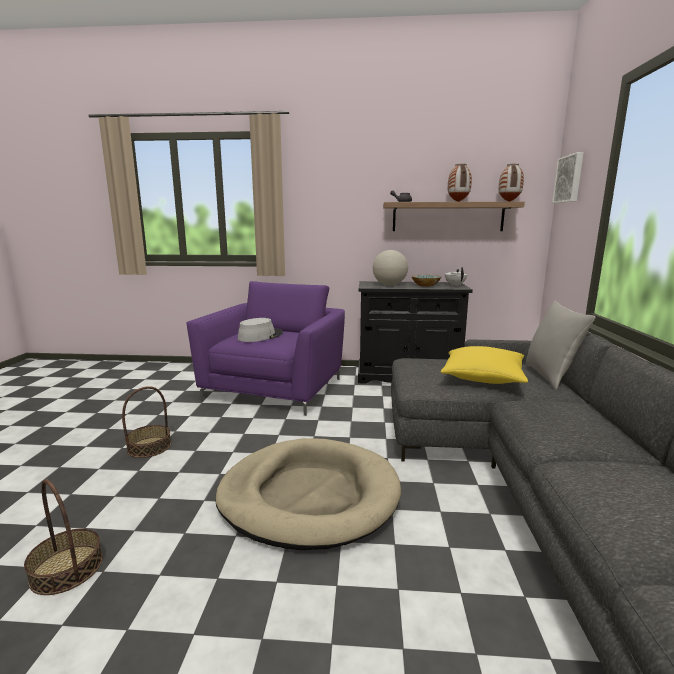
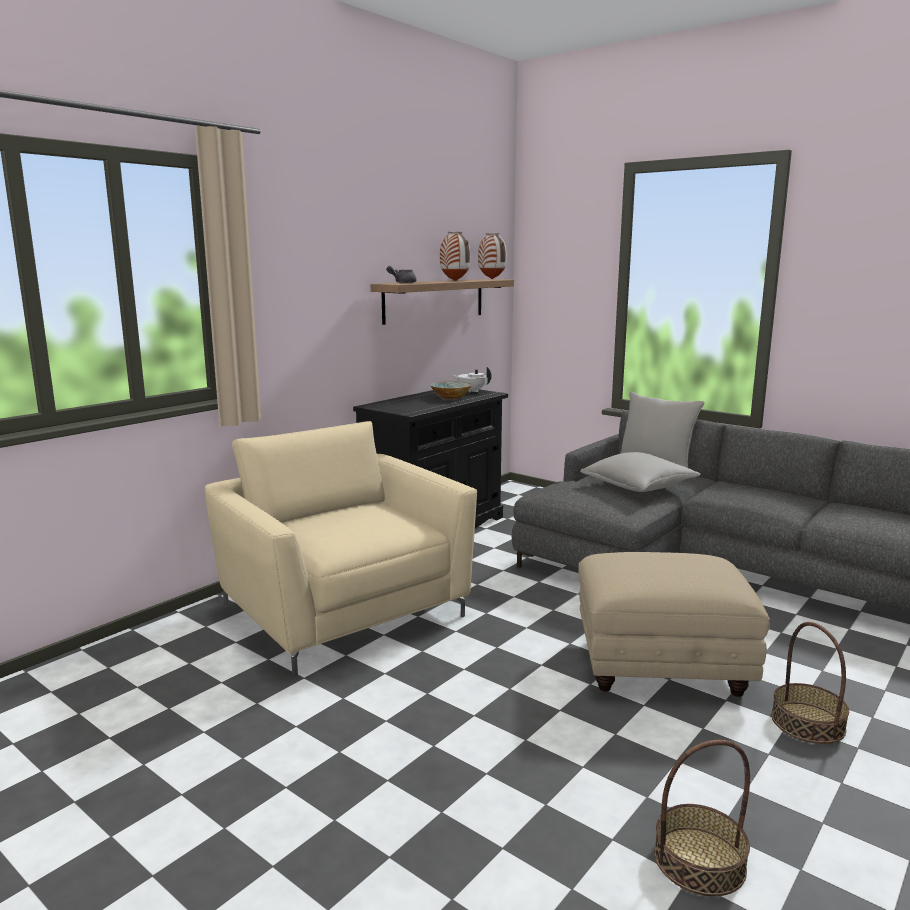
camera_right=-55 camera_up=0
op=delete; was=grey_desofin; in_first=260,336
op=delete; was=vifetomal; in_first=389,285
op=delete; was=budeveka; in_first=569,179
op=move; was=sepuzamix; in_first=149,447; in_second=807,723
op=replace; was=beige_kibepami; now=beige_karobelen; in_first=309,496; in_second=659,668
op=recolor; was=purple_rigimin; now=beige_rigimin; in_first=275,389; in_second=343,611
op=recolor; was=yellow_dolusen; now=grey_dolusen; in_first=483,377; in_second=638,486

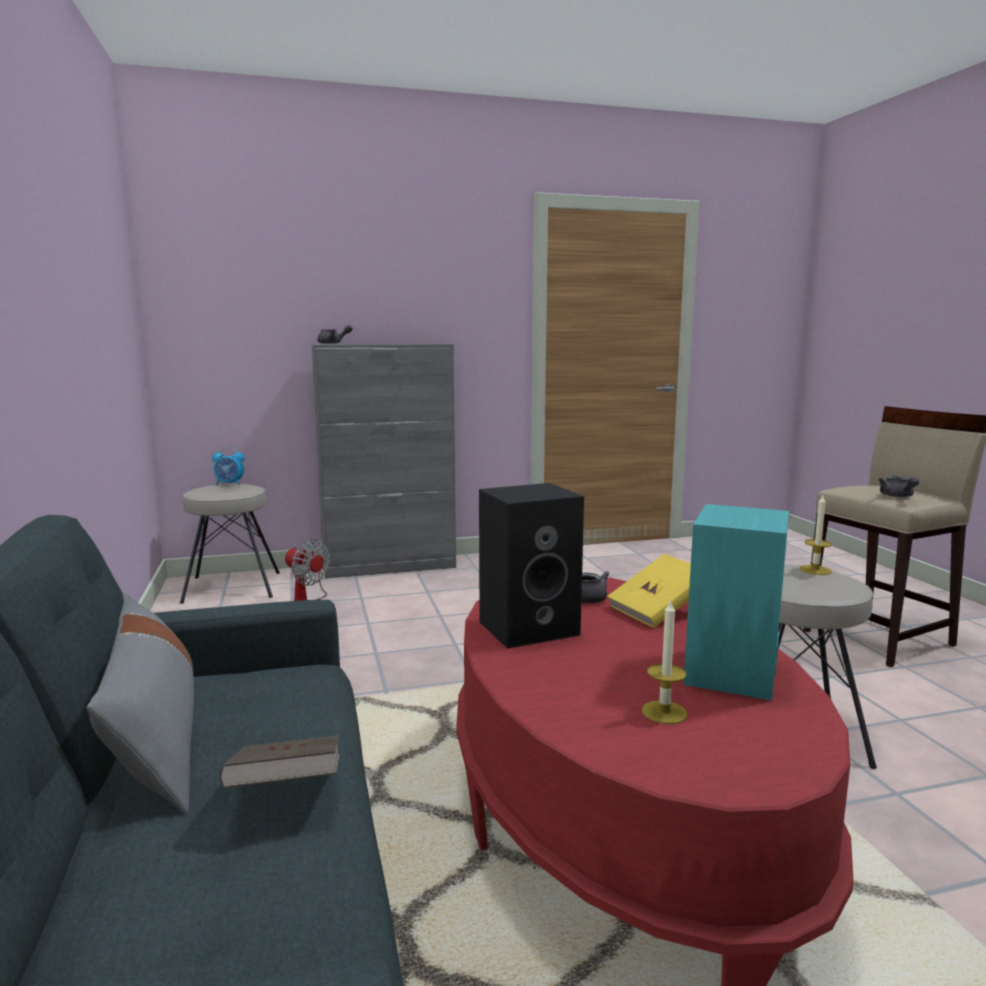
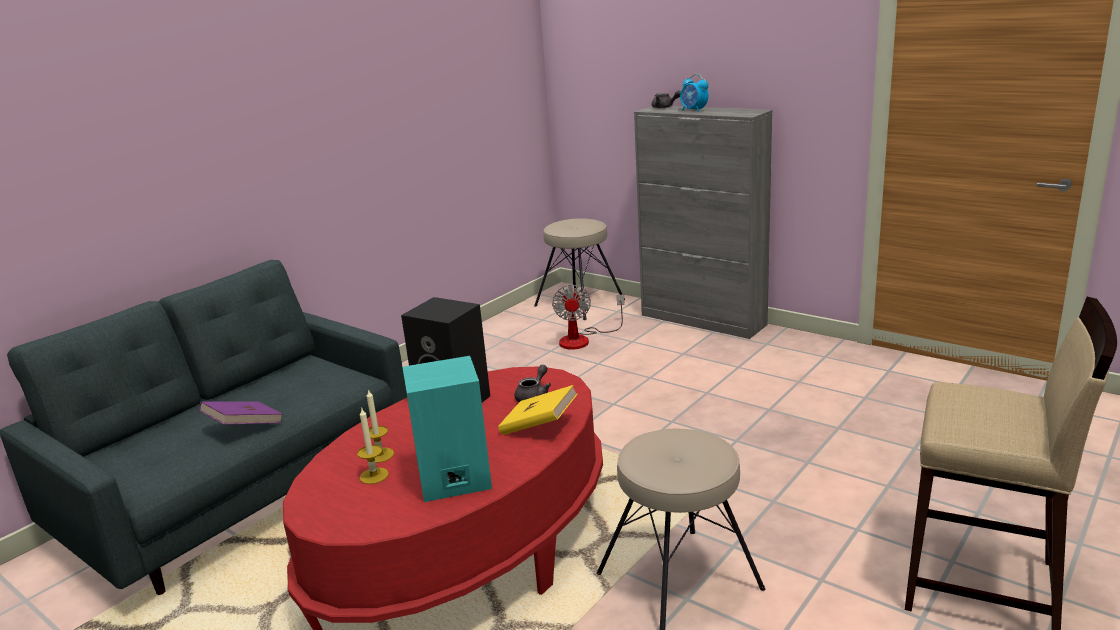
camera_right=55 camera_up=10
op=delete; was=grey_dolusen; in_first=156,740
op=delete; was=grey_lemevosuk; in_first=898,496
op=move; was=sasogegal; in_first=229,484; in_second=694,110
op=move; was=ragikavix; in_first=815,570; in_second=380,455
op=recolor; was=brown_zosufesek; now=purple_zosufesek; in_first=287,791; in_second=245,427

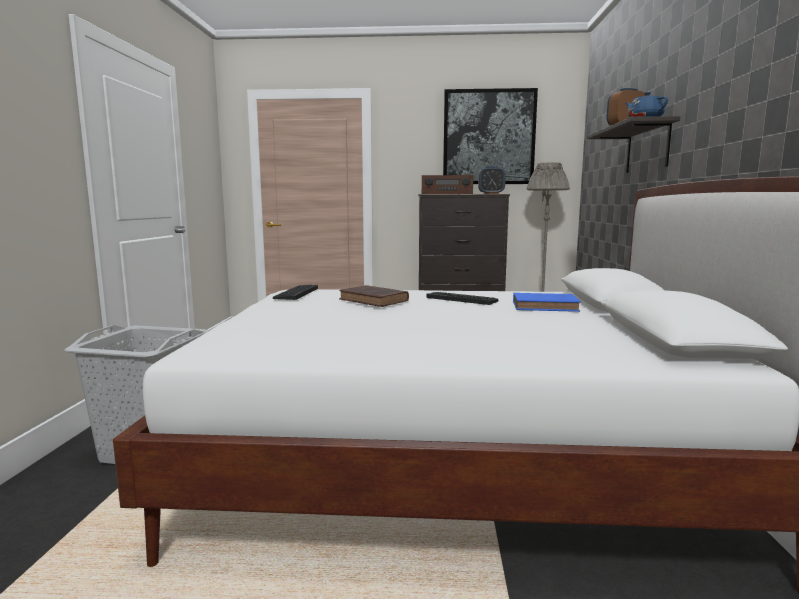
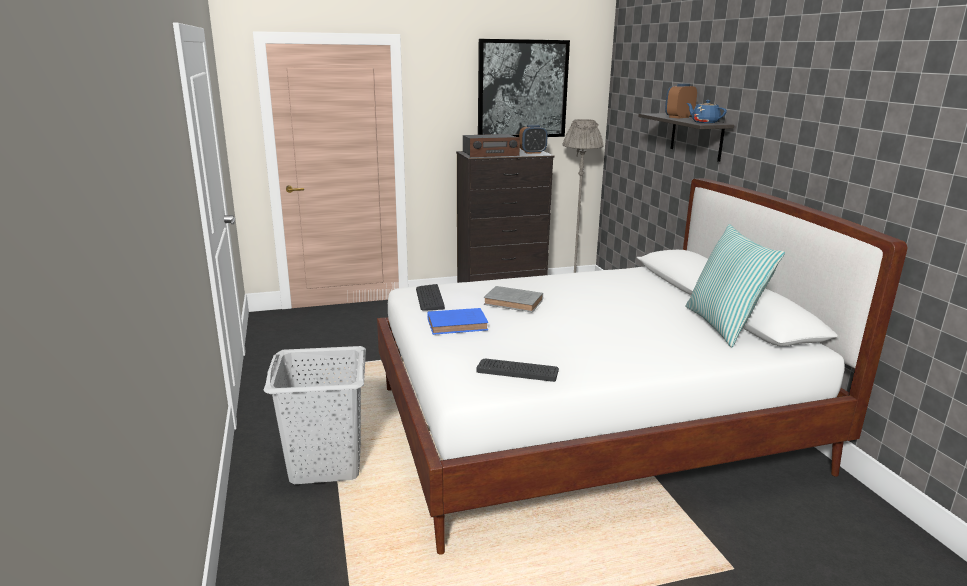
camera_right=-20 camera_up=10
op=insert; now=dolusen; in_second=723,325
op=move; was=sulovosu; in_first=462,299; in_second=517,370
op=move; was=blue_zosufesek; in_first=546,307; in_second=459,325
op=recolor; was=brown_zosufesek; now=grey_zosufesek; in_first=375,300; in_second=515,303

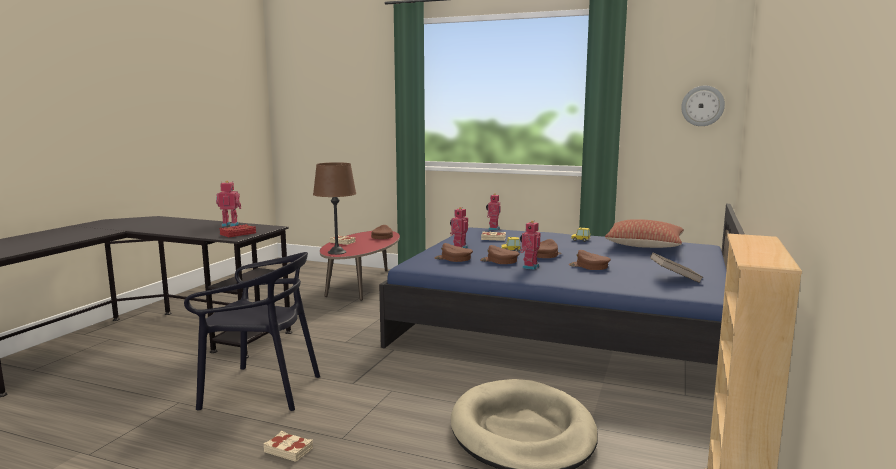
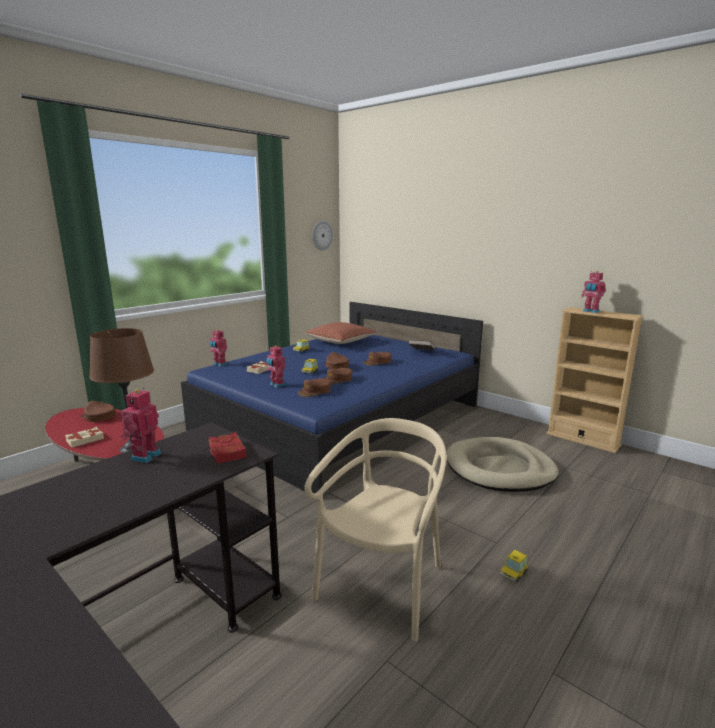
camera_right=-70 camera_up=5
op=move; was=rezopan; in_first=529,267; in_second=590,311
op=replace; was=beige_zosufesek; now=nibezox; in_first=289,450; in_second=513,573
op=recolor; was=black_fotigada; now=beige_fotigada; in_first=261,390; in_second=383,585

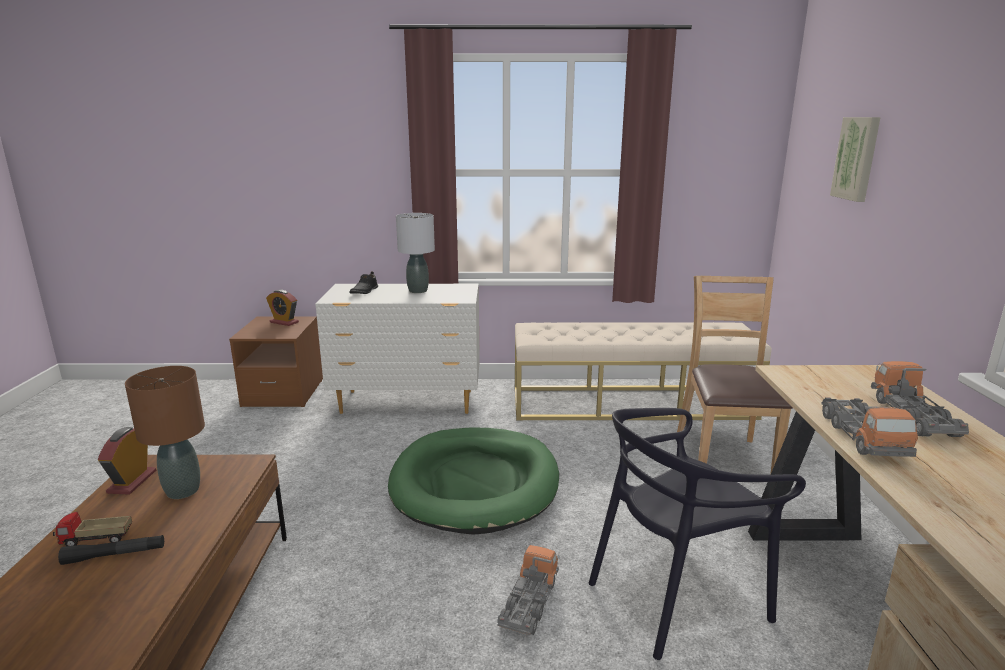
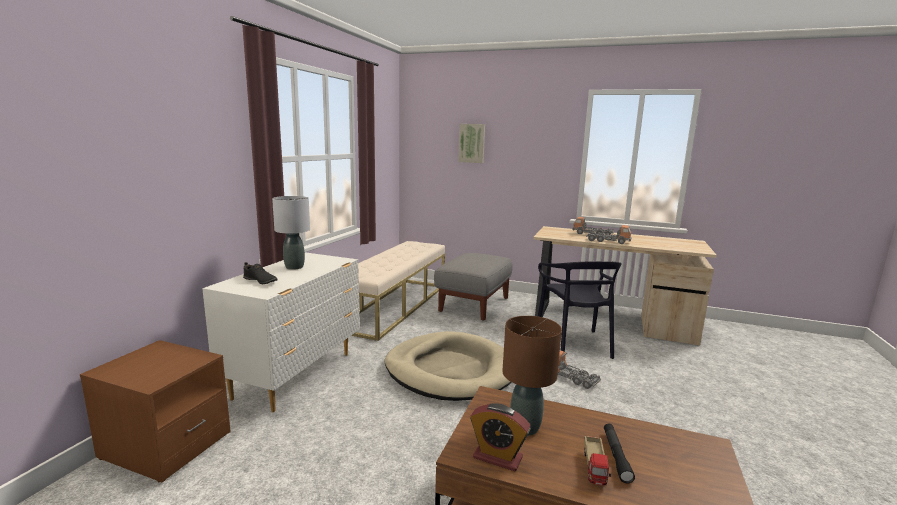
camera_right=-70 camera_up=-5
op=delete; was=sasogegal; in_first=284,322
op=replace; was=brown_fotigada; now=grey_karobelen; in_first=724,459; in_second=474,304
op=recolor; was=green_kibepami; now=beige_kibepami; in_first=475,483; in_second=450,370

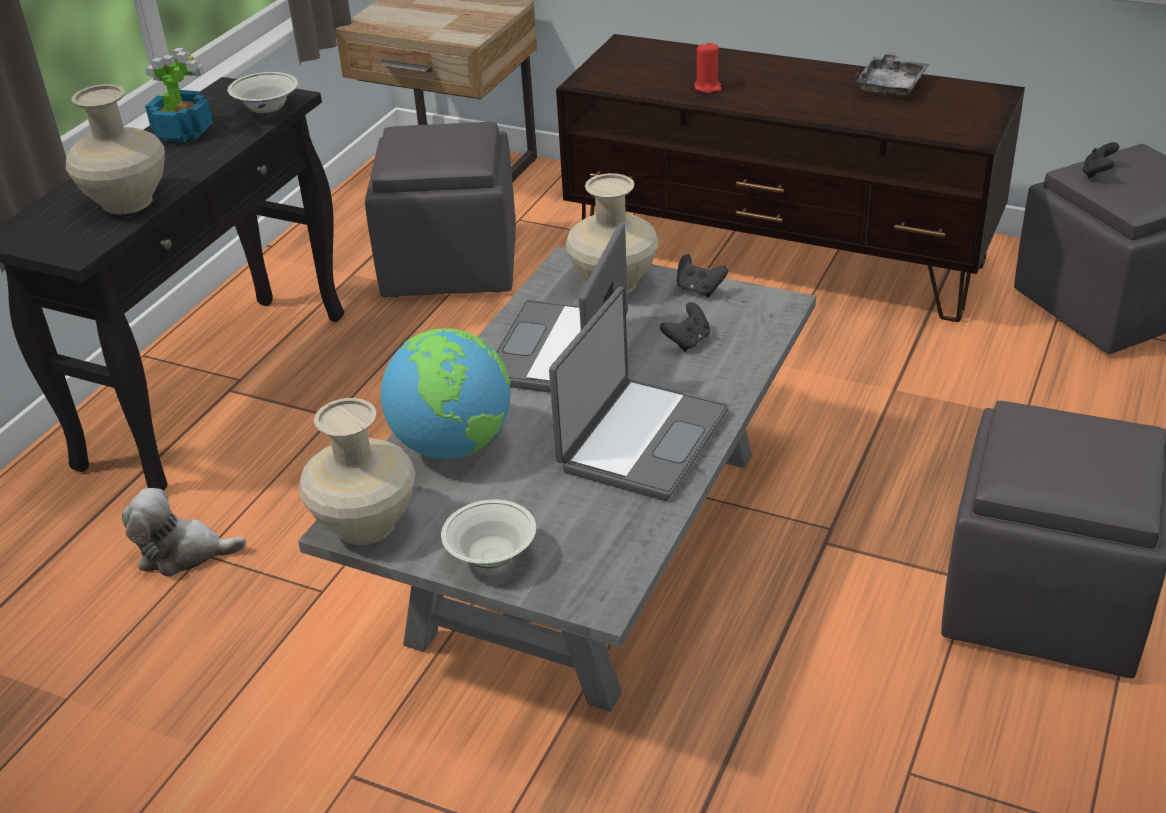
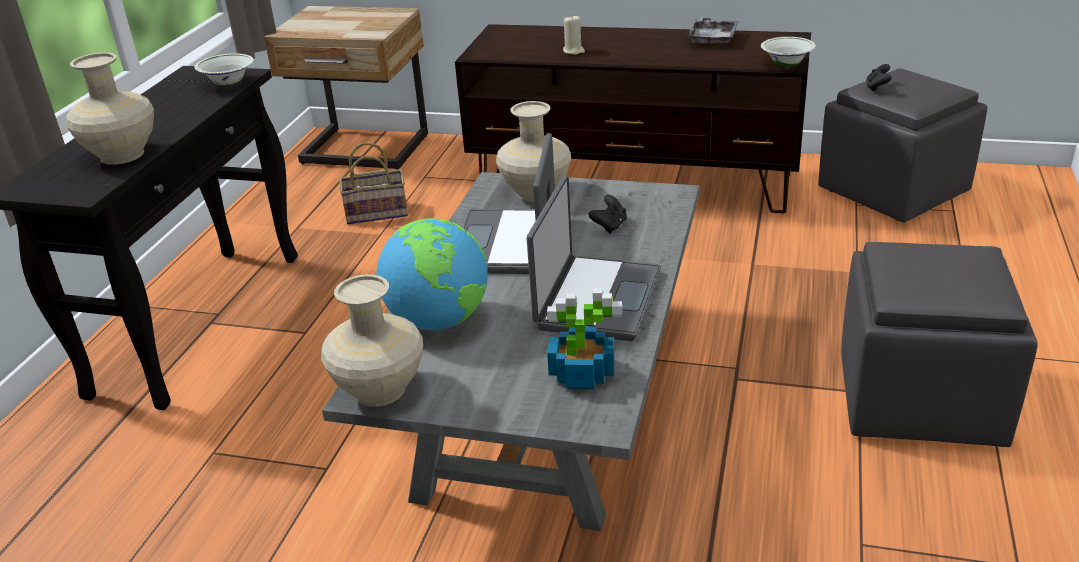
camera_right=-10 camera_up=-5
op=delete; was=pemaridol; in_first=183,553
op=delete; was=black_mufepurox; in_first=699,290
op=move; was=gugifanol; in_first=183,131; in_second=581,374
op=move; was=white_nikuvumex; in_first=492,557; in_second=786,65
op=replace; was=grey_karobelen; now=sepuzamix; in_first=452,264; in_second=378,212
op=recolor; was=red_ragikavix; now=beige_ragikavix; in_first=708,87; in_second=573,51

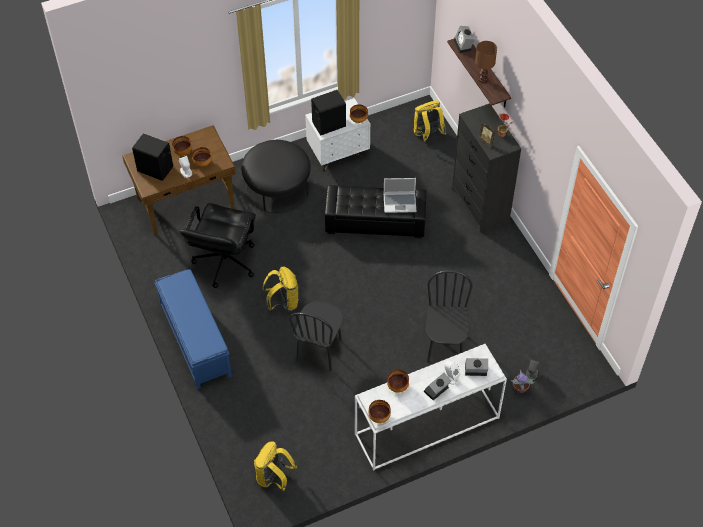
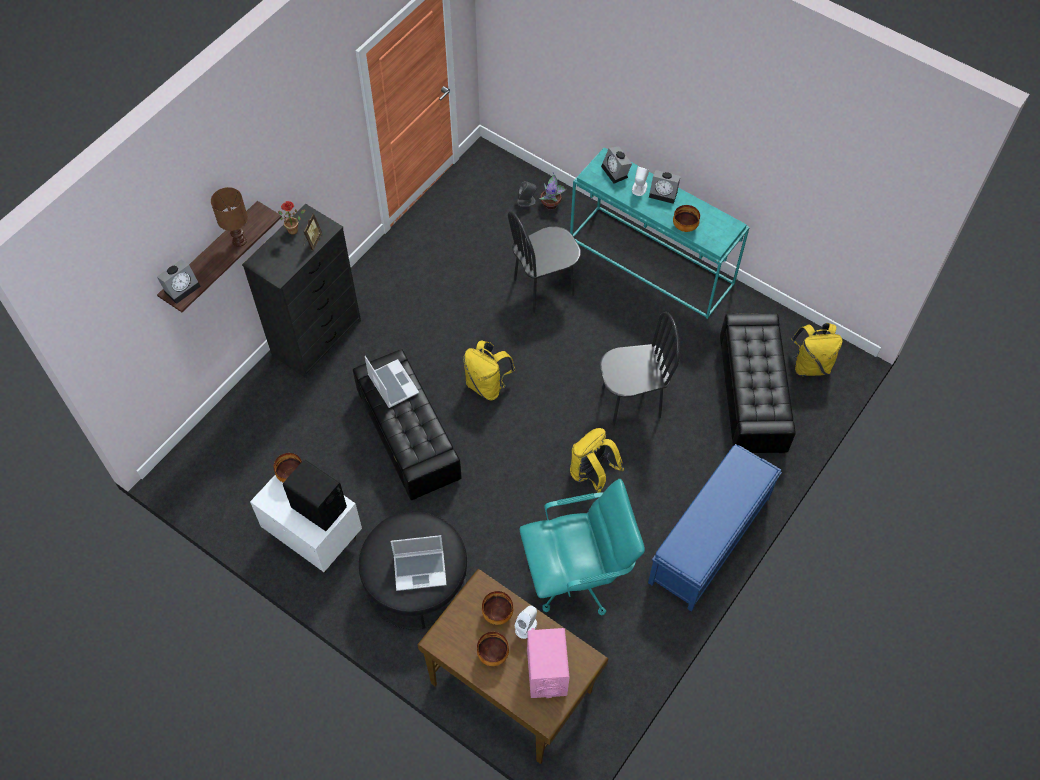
camera_right=-120 camera_up=5
op=delete; was=nikuvumex; in_first=379,417
op=insert; now=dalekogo; in_second=420,570
op=insert; now=black_karobelen; in_second=752,395
op=move; was=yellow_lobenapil; in_first=427,134; in_second=487,385
op=recolor; was=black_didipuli; now=pink_didipuli; in_first=155,169; in_second=546,672
op=recolor; was=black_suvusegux; now=turquoise_suvusegux; in_first=224,262; in_second=577,576
op=recolor; was=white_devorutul; now=turquoise_devorutul; in_first=426,427; in_second=652,261

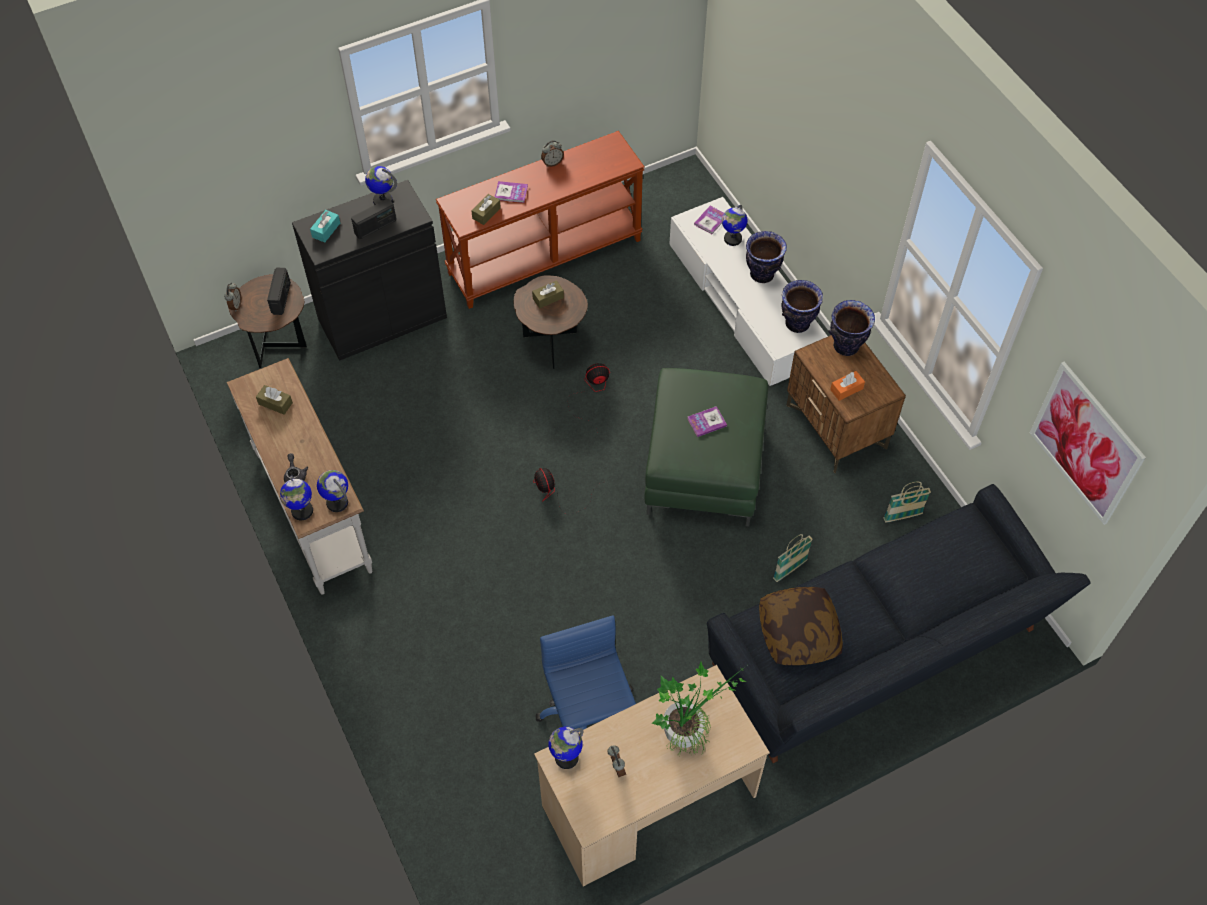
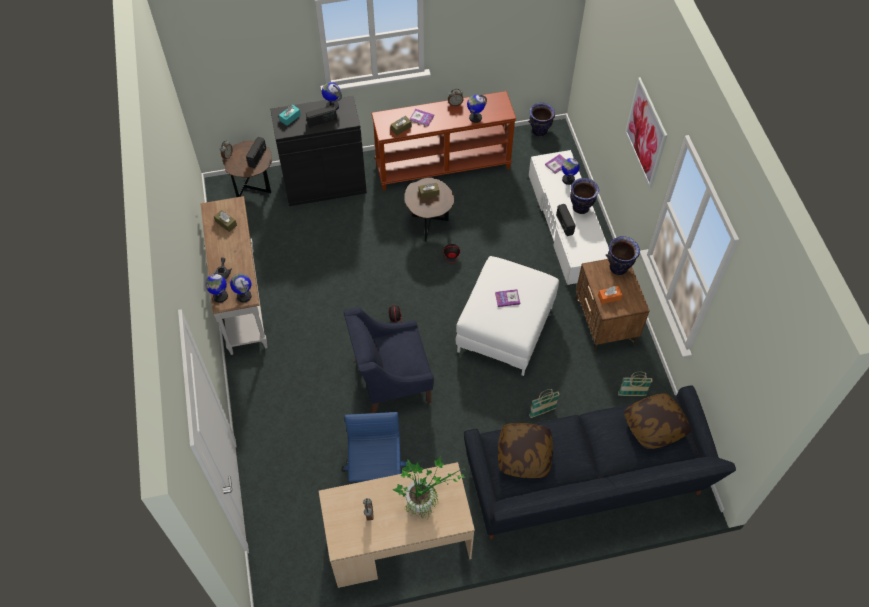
camera_right=15 camera_up=0
op=insert; now=blue_rigimin; in_second=391,381
op=insert; now=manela; in_second=564,224
op=insert; now=dolusen; in_second=654,426
op=move; was=vifetomal; in_first=566,757; in_second=475,118
op=move; was=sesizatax; in_first=797,323; in_second=539,131
op=move; was=budeveka; in_first=1085,443; in_second=646,133
op=recolor; was=green_karobelen; now=white_karobelen; in_first=704,467; in_second=505,329

